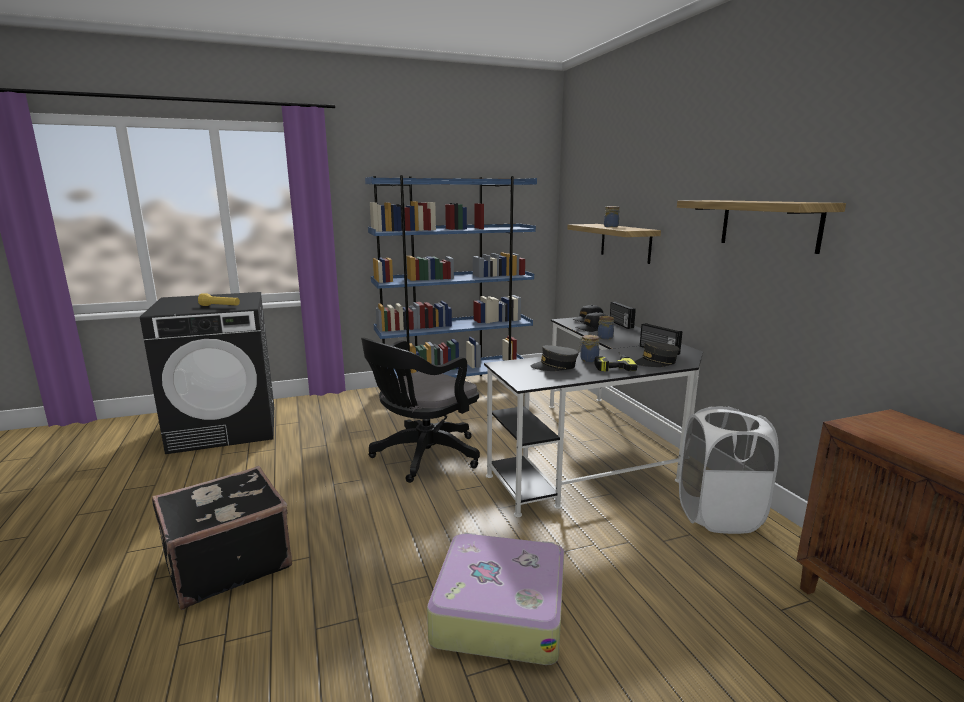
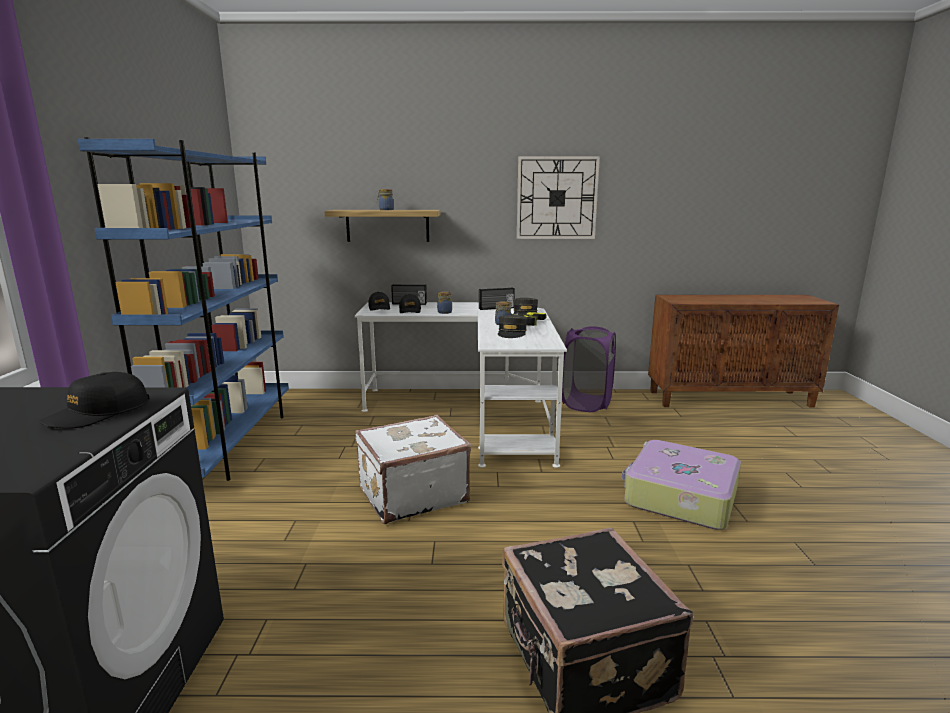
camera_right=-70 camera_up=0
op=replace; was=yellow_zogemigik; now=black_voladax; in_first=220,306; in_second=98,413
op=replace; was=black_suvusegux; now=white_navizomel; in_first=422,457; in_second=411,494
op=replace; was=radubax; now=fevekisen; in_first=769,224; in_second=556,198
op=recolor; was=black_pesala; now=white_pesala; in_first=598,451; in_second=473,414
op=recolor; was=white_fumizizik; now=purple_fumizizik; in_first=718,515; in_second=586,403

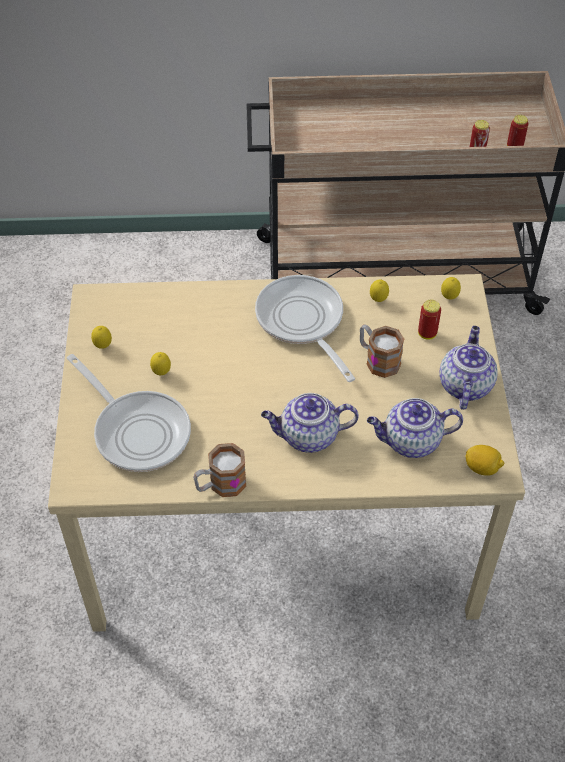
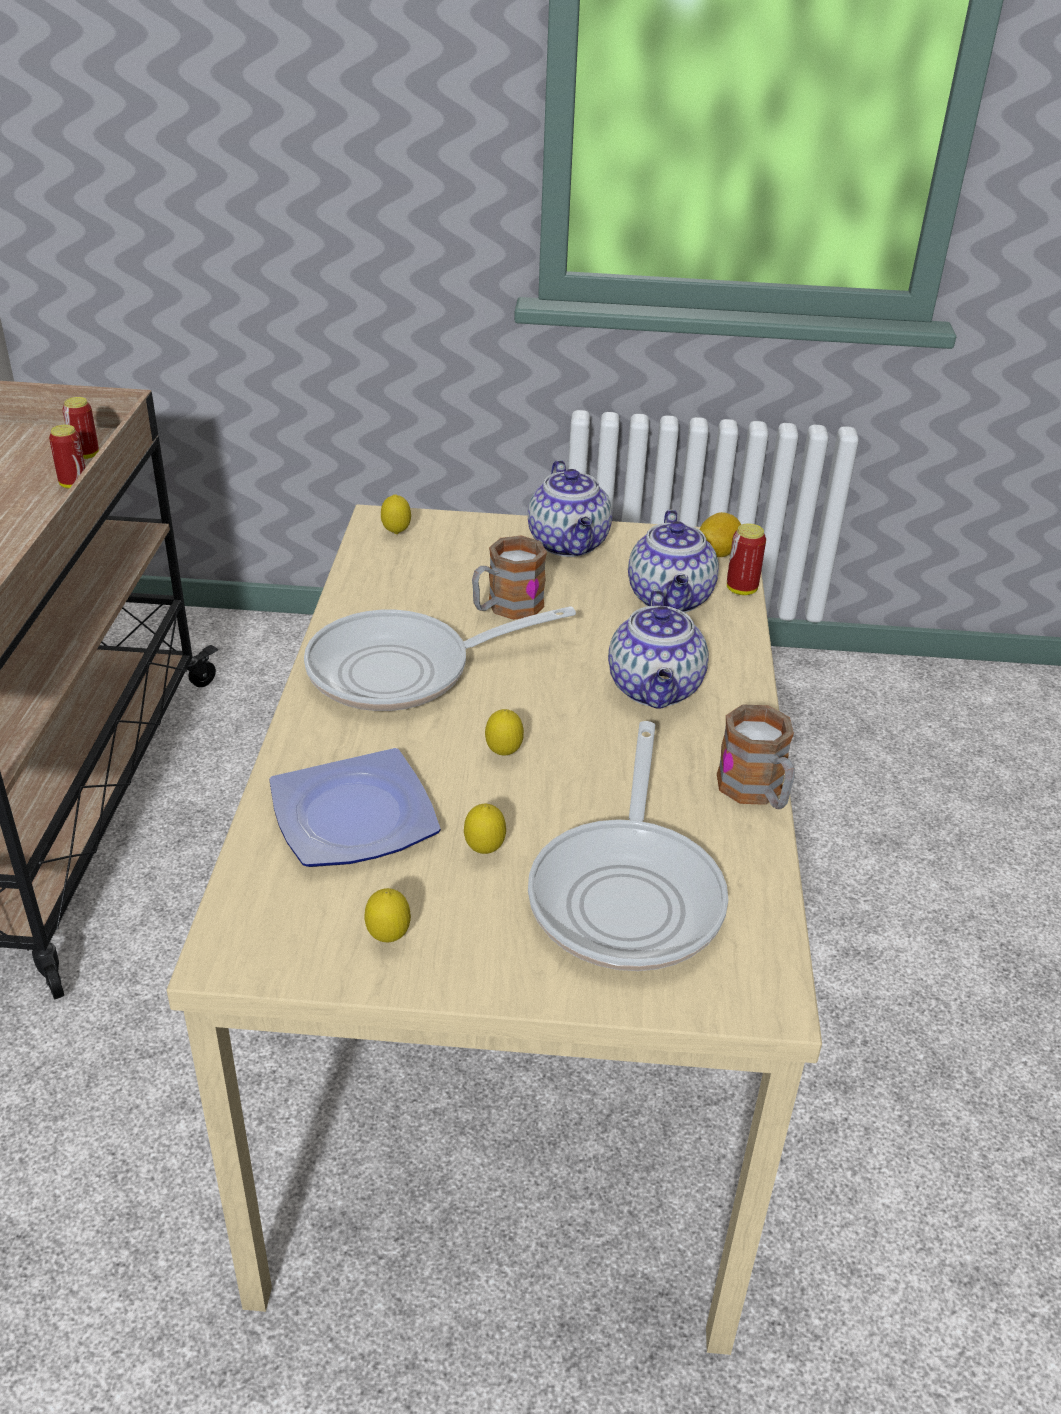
camera_right=-85 camera_up=-15
op=insert; now=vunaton; in_second=357,818
op=move; was=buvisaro; in_first=378,300; in_second=503,754
op=move; was=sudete; in_first=427,333; in_second=741,590
op=rotate; was=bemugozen; in_first=138,430; in_second=629,893; clockwise=135
op=rotate; was=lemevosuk; in_first=464,385; in_second=569,545; clockwise=-120

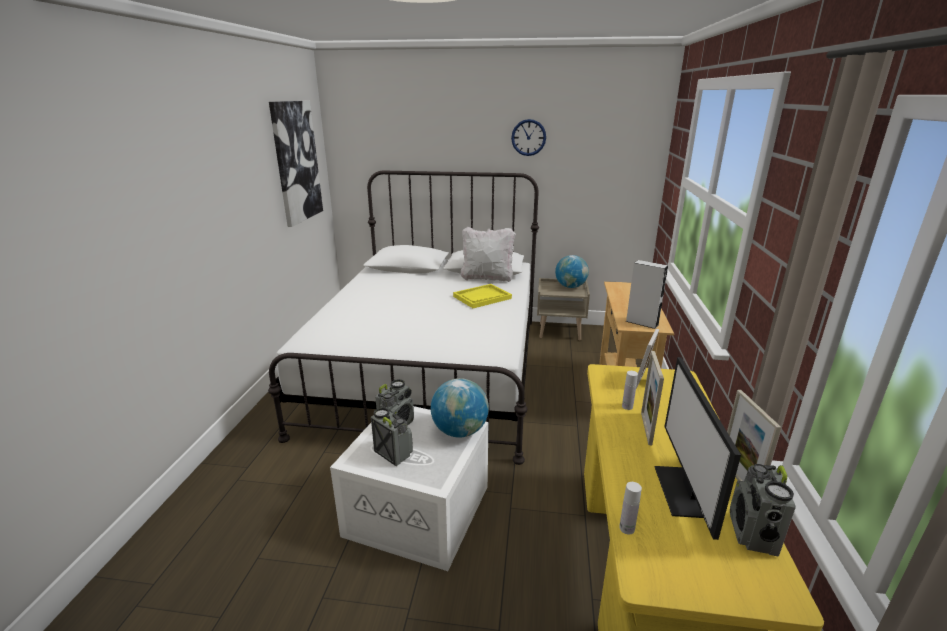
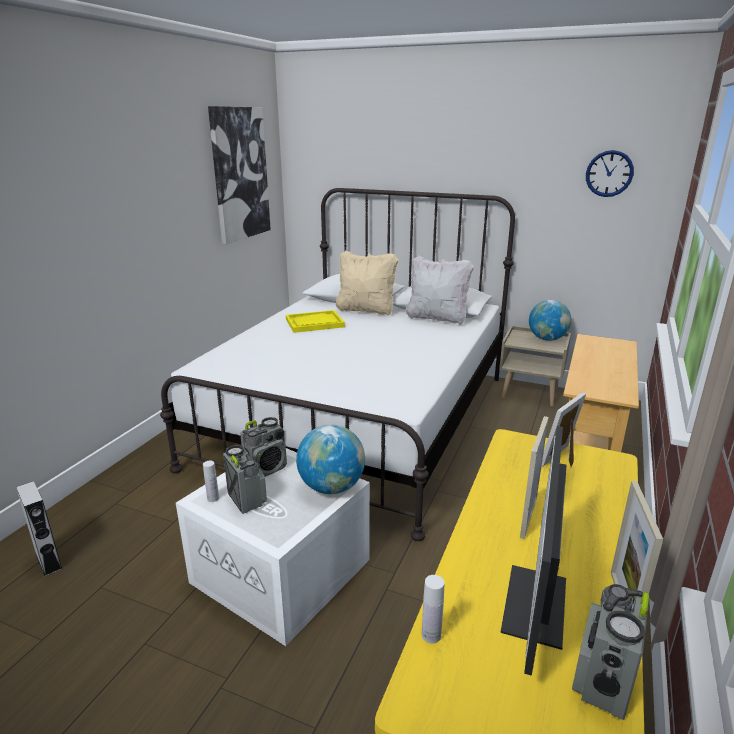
camera_right=15 camera_up=0
op=insert; now=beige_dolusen; in_second=366,311
op=move; was=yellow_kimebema; in_first=482,297; in_second=314,323
op=move; was=fevekisen; in_first=528,137; in_second=609,173
op=move; was=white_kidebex; in_first=627,406; in_second=213,498
op=move; was=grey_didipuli; in_first=642,323; in_second=48,561

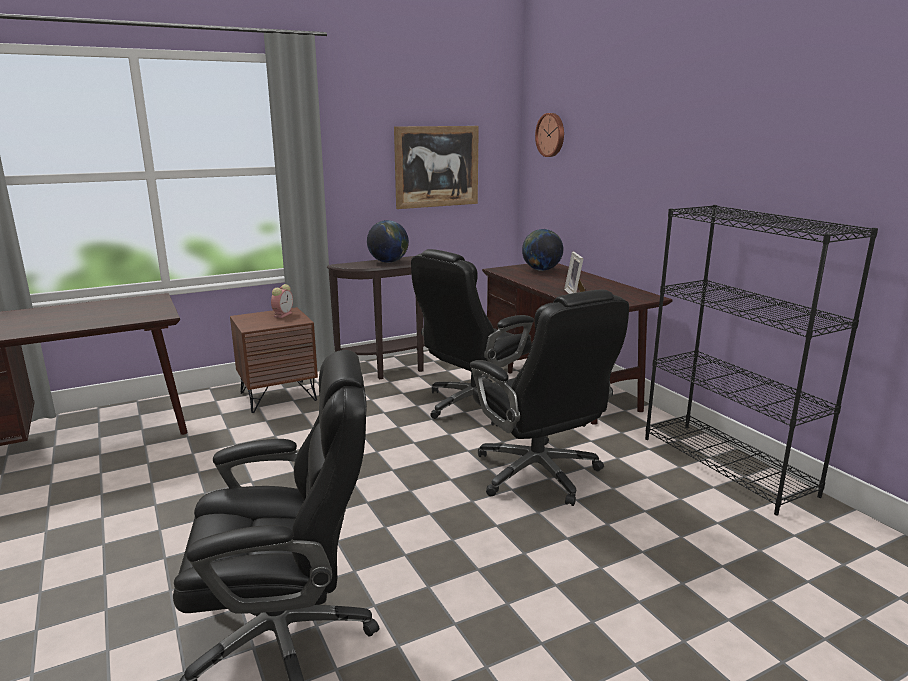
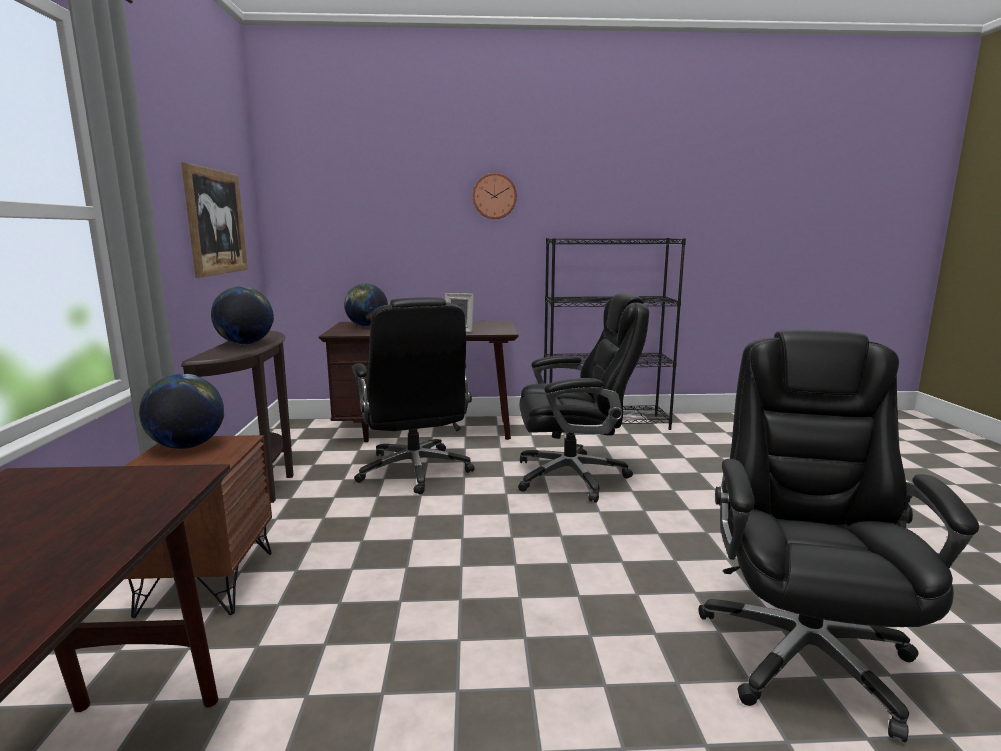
camera_right=-65 camera_up=-5
op=move; was=fevekisen; in_first=551,135; in_second=494,196
op=replace; was=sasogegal; now=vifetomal; in_first=283,314; in_second=187,446

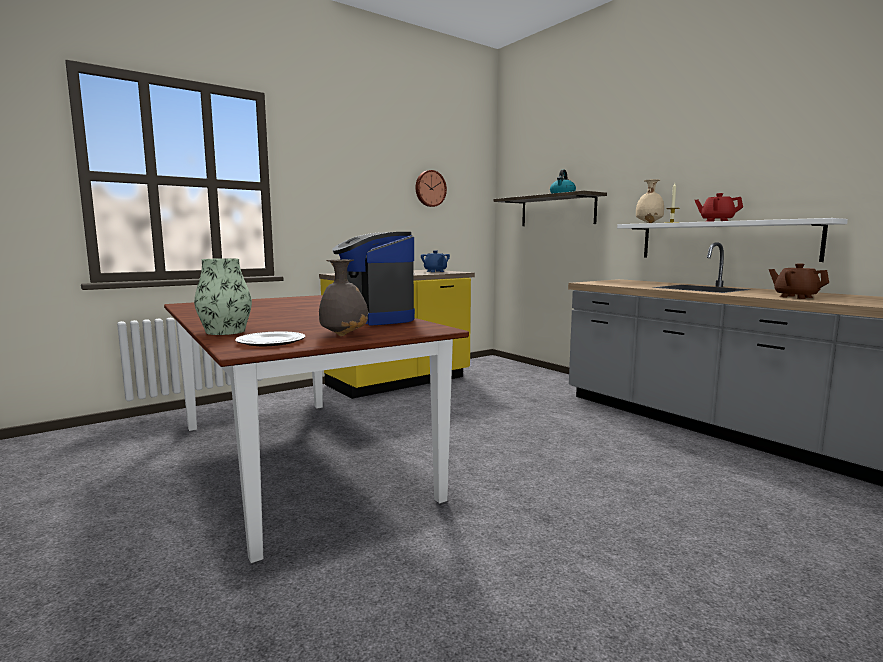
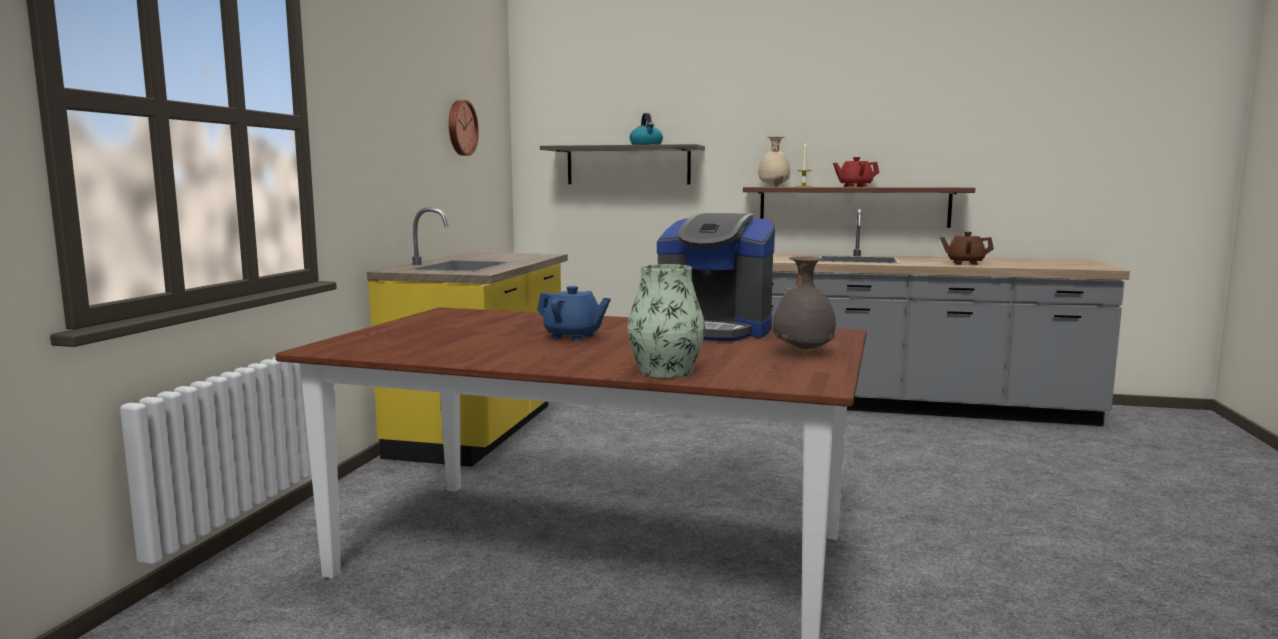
camera_right=-40 camera_up=0
op=delete; was=vunaton; in_first=272,341
op=move; was=blue_lemevosuk; in_first=435,271; in_second=573,336
op=recolor; was=white_radubax; now=brown_radubax; in_first=724,240; in_second=853,206

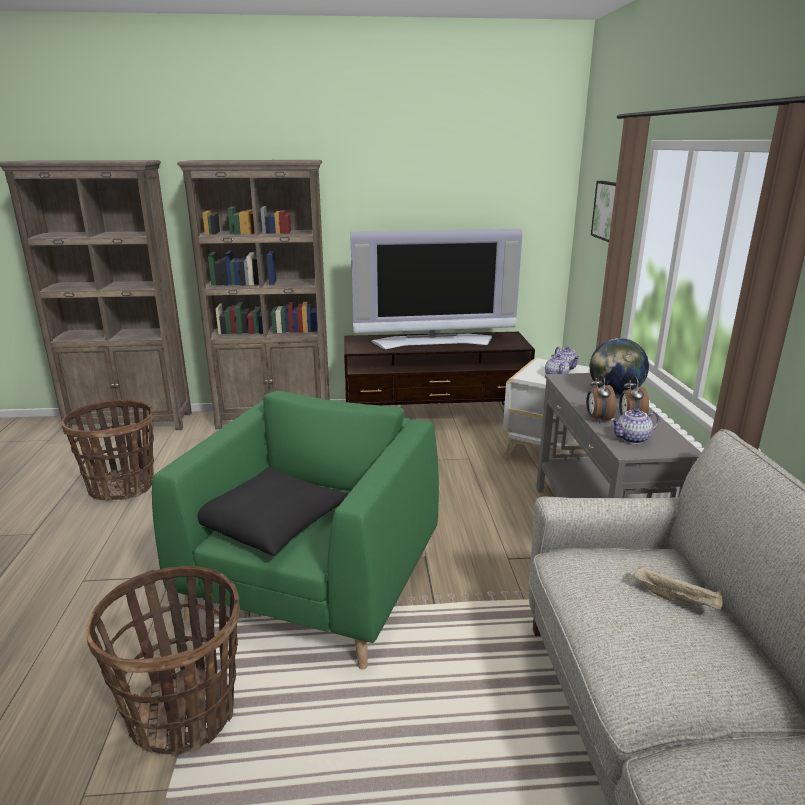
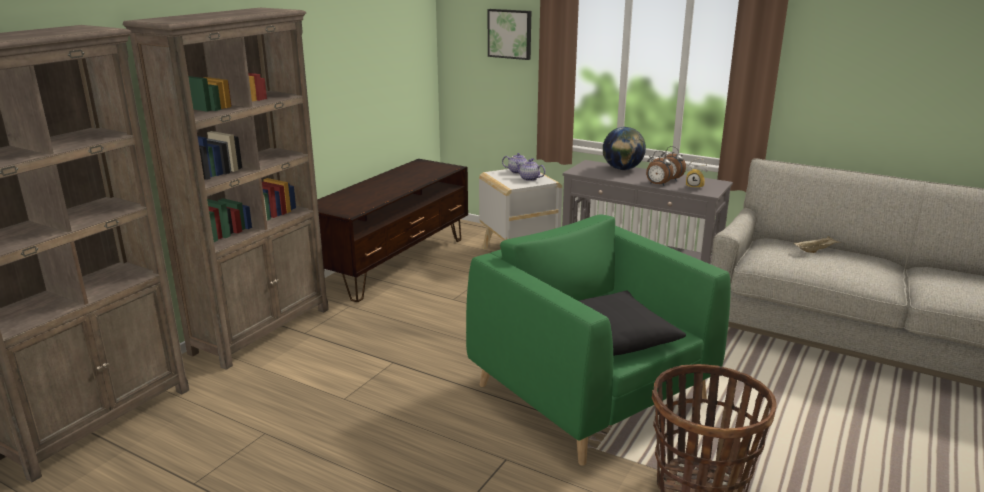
camera_right=-55 camera_up=0
op=delete; was=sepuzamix; in_first=122,487
op=delete; was=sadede; in_first=433,341
op=replace; was=lemevosuk; now=sasogegal; in_first=632,439; in_second=695,187

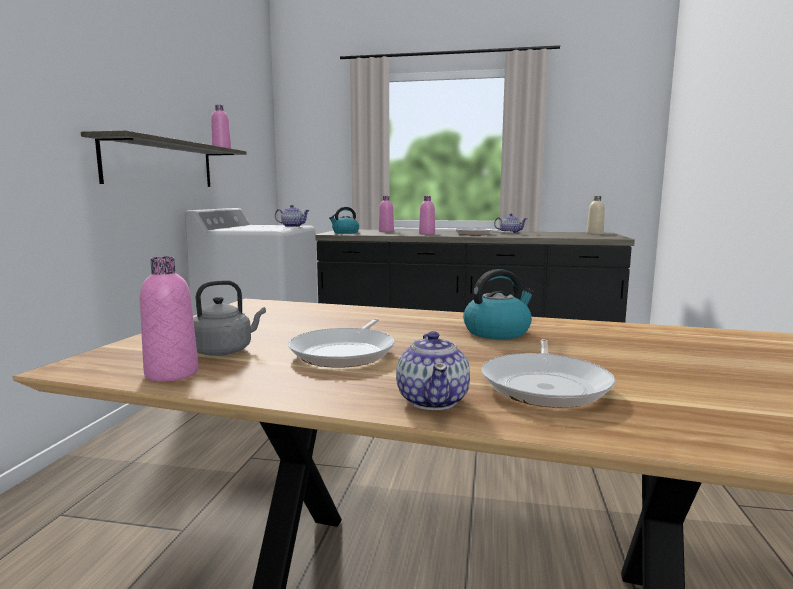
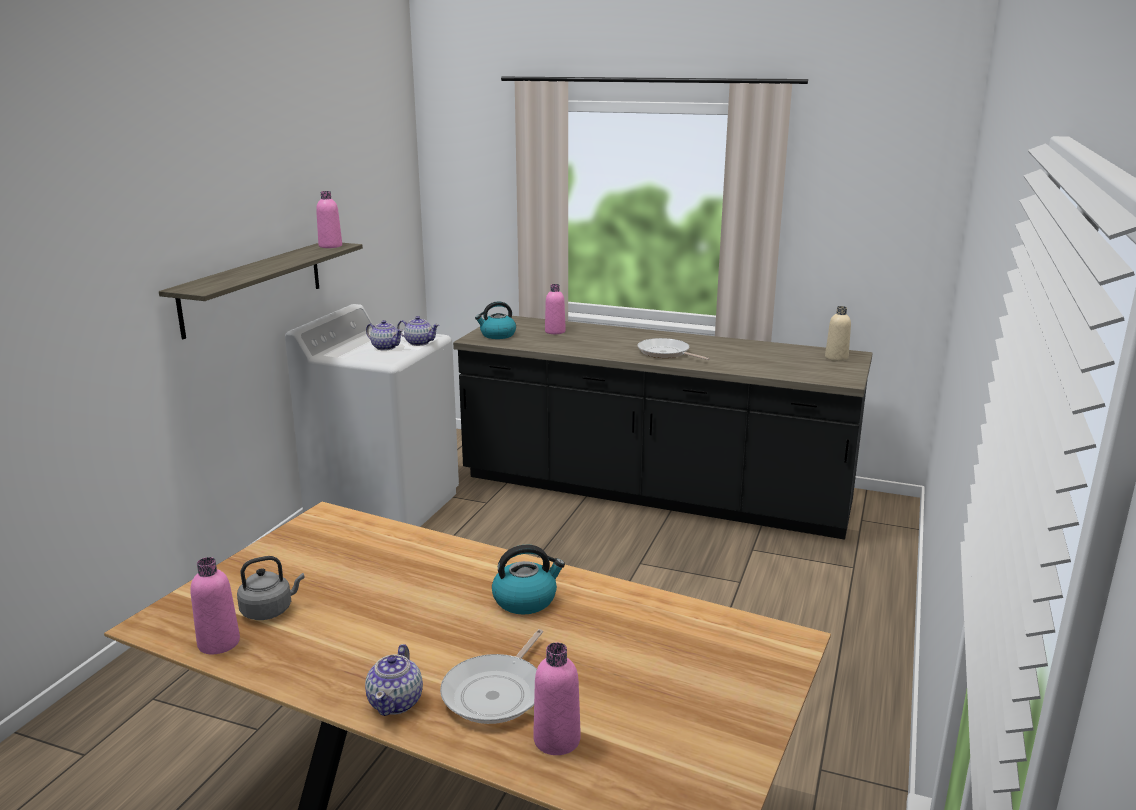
camera_right=10 camera_up=10
op=delete; was=bemugozen; in_first=345,352
op=move; was=pink_kidebex; in_first=427,234; in_second=557,740
op=move; was=lemevosuk; in_first=510,233; in_second=385,347

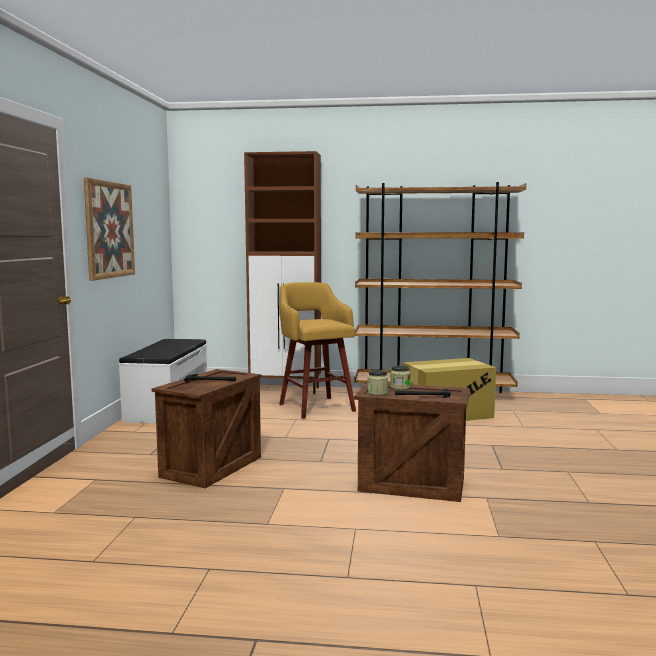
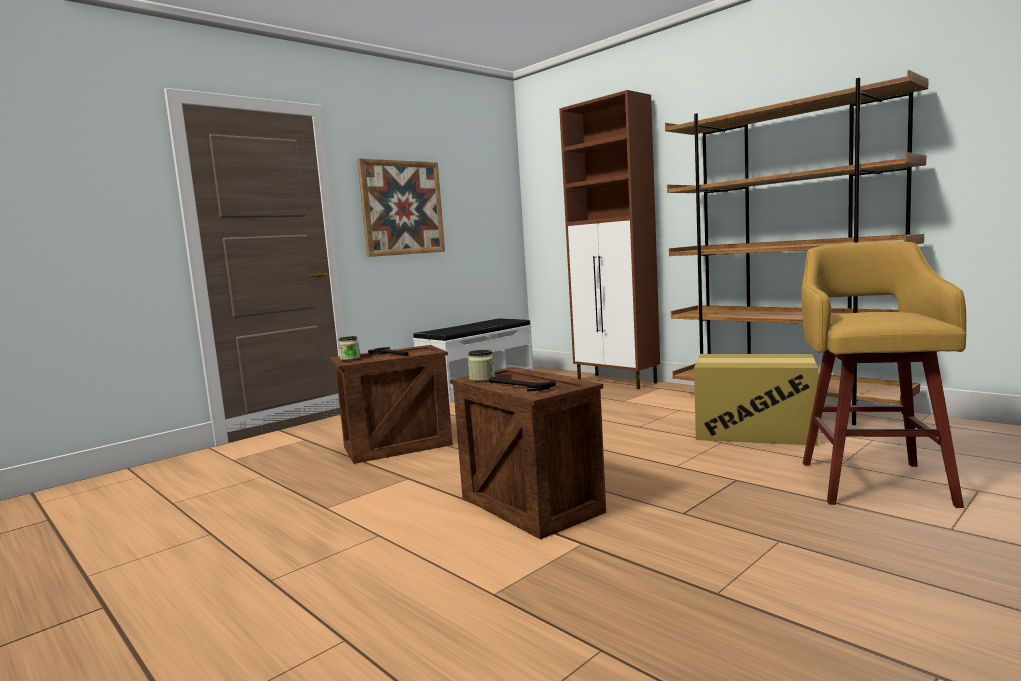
camera_right=40 camera_up=0
op=move; was=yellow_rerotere; in_first=316,407; in_second=873,481
op=move; was=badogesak; in_first=400,387; in_second=350,358

